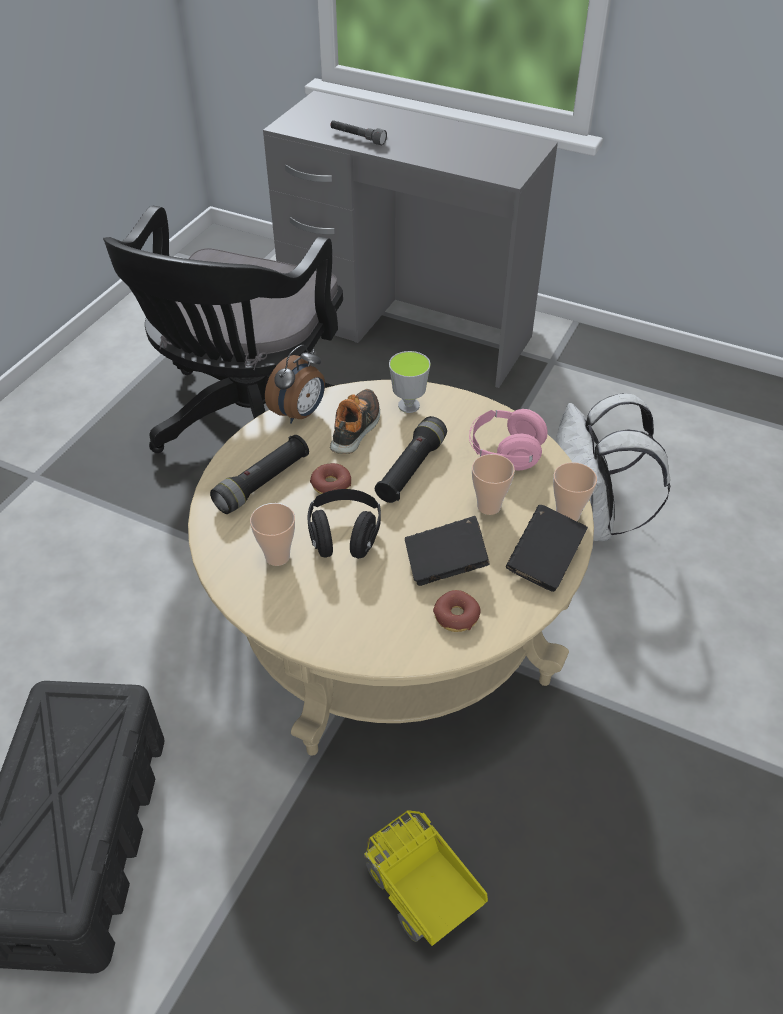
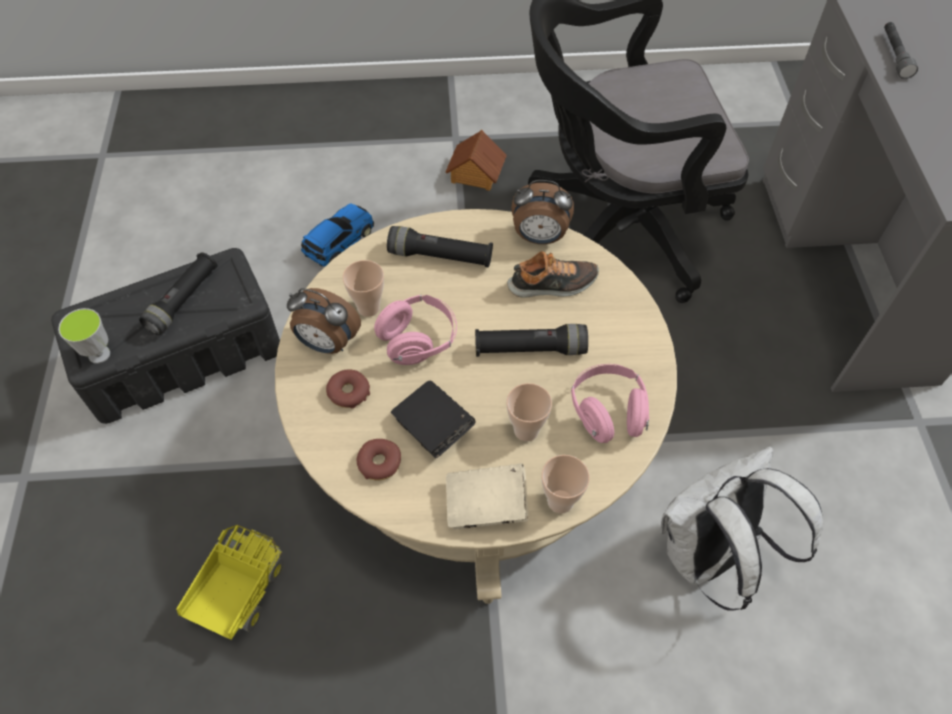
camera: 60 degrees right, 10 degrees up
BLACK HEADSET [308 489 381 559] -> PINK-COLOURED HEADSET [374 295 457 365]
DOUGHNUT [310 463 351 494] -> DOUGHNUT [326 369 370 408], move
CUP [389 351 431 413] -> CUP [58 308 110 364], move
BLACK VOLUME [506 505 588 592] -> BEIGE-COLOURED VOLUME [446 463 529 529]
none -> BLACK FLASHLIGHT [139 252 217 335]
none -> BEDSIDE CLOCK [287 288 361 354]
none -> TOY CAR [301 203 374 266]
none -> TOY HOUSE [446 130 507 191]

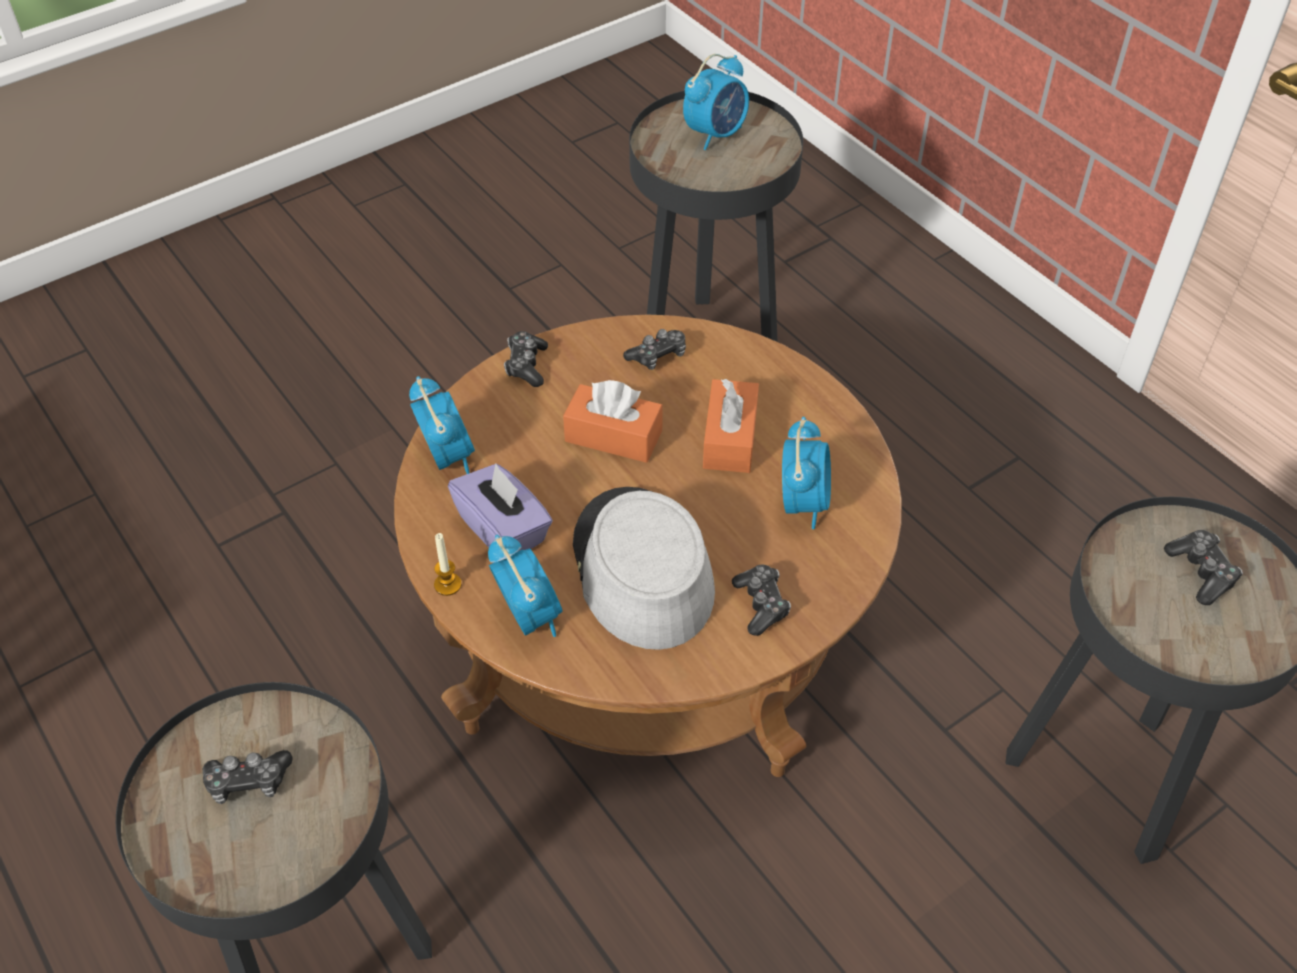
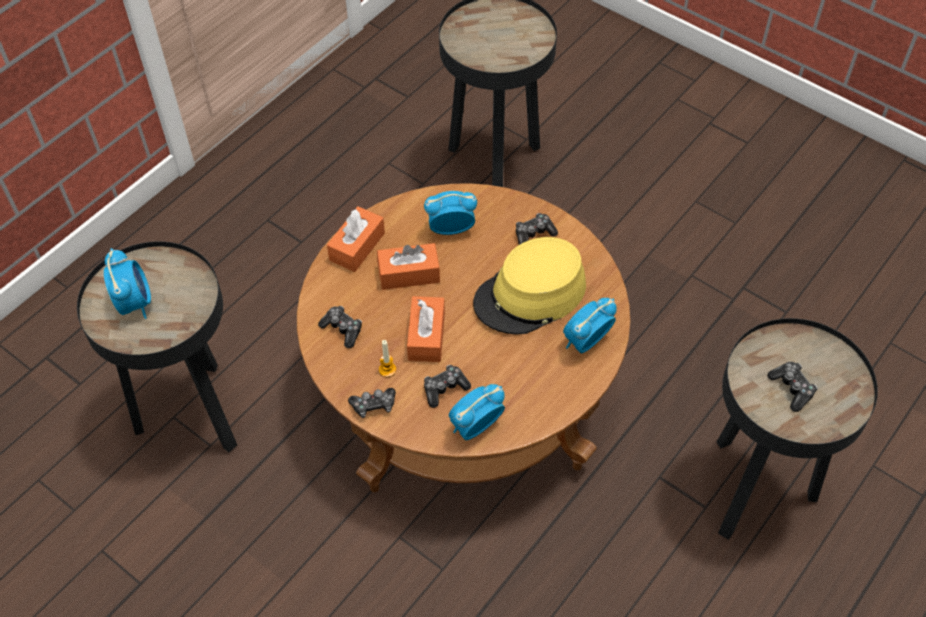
camera: 105 degrees left, 5 degrees up
WAX CANDLE [434 533 461 596] -> WAX CANDLE [379 340 396 377], move
PURPLE-COLOURED BOX OF TISSUES [448 464 553 552] -> none
GRAY CLOTHING HAT [573 487 715 650] -> YELLOW-COLOURED CLOTHING HAT [473 237 586 335]
BEDSIDE CLOCK [683 54 749 150] -> BEDSIDE CLOCK [104 248 151 319], 45 degrees clockwise
GAME CONTROLLER [1164 530 1243 605] -> GAME CONTROLLER [424 365 471 408], move
none -> ORANGE BOX OF TISSUES [327 206 385 272]

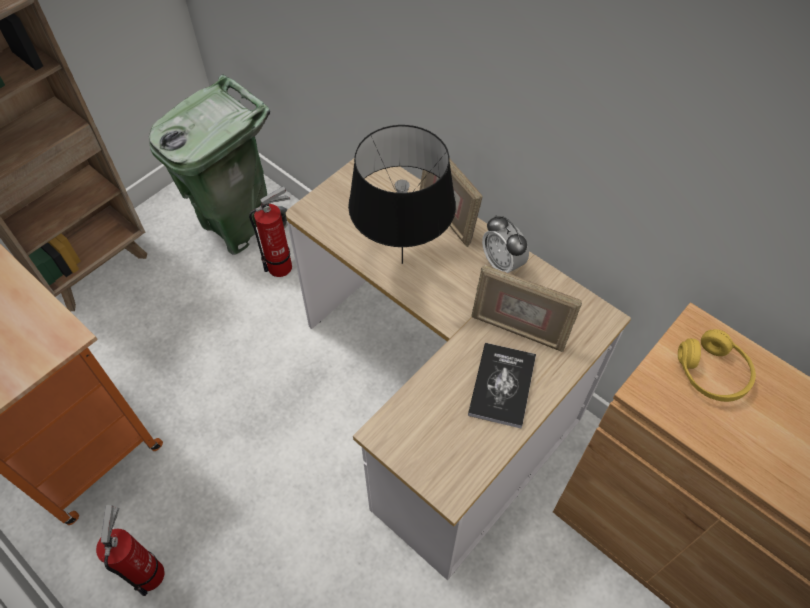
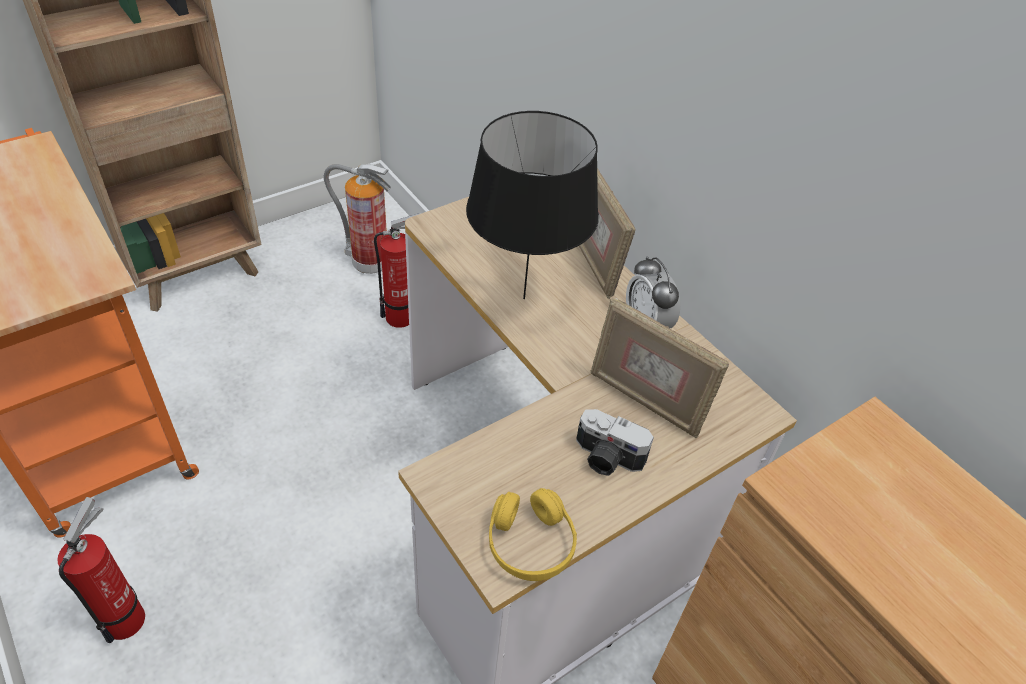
camera: 10 degrees right, 10 degrees down
GREENISH RUBBISH BIN [149 74 288 255] -> EXTINGUISHER [324 164 391 274]
VOLUME [468 343 536 429] -> STILL CAMERA [576 409 654 476]
YELLOW-COLOURED HEADSET [678 329 756 402] -> YELLOW-COLOURED HEADSET [489 488 577 581], move

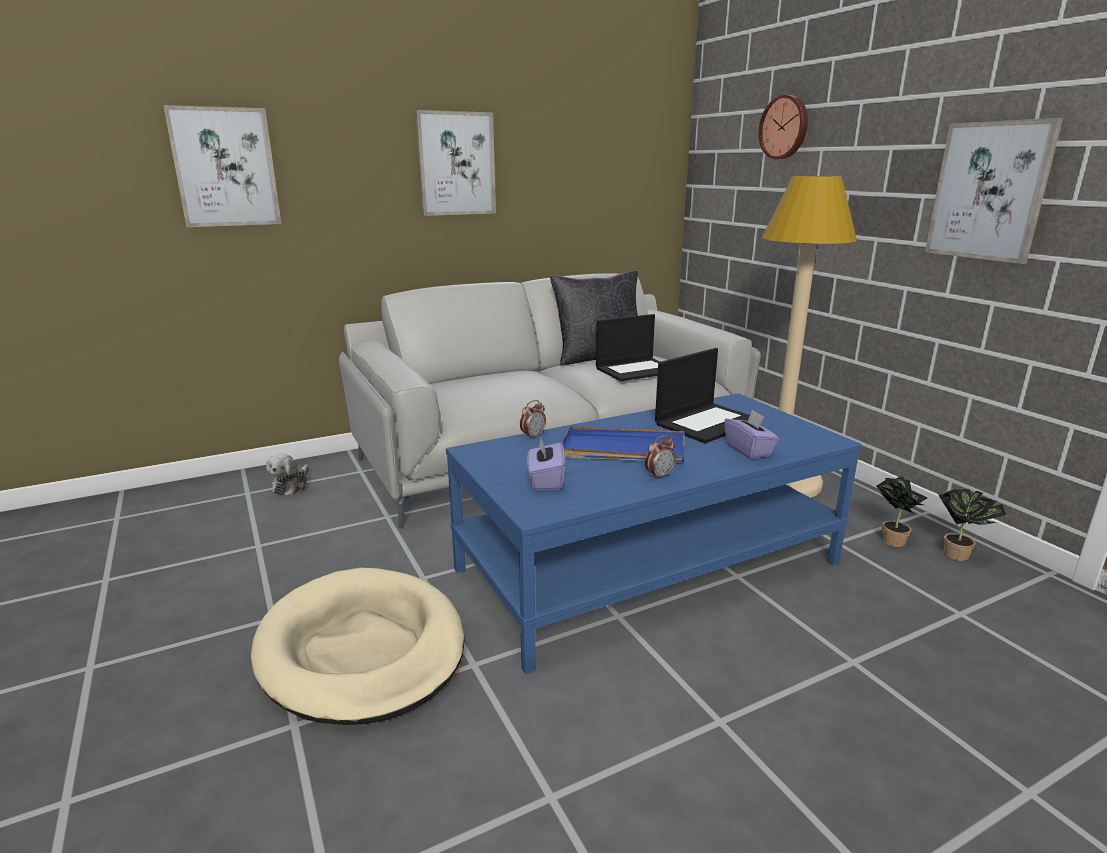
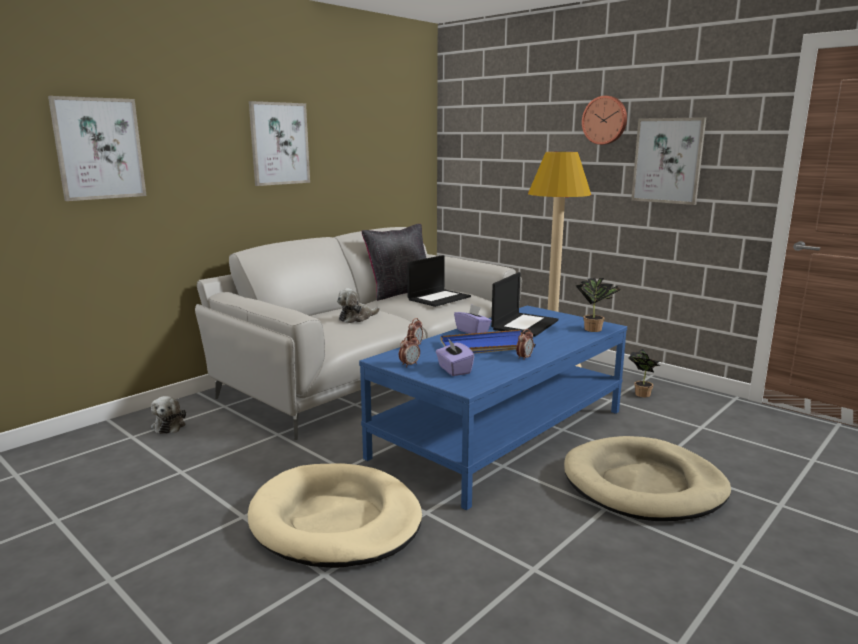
camera: 20 degrees left, 5 degrees down
PURPLE-COLOURED BOX OF TISSUES [724 409 779 459] -> PURPLE-COLOURED BOX OF TISSUES [454 304 492 334], move
WALL CLOCK [758 95 808 159] -> WALL CLOCK [582 96 627 145], move
HOUSEPLANT [939 489 1006 561] -> HOUSEPLANT [576 278 621 332], move
none -> PLUSH TOY [337 288 380 323]
none -> BEDSIDE CLOCK [399 335 420 367]
none -> BEIGE-COLOURED PET BED [564 436 731 521]

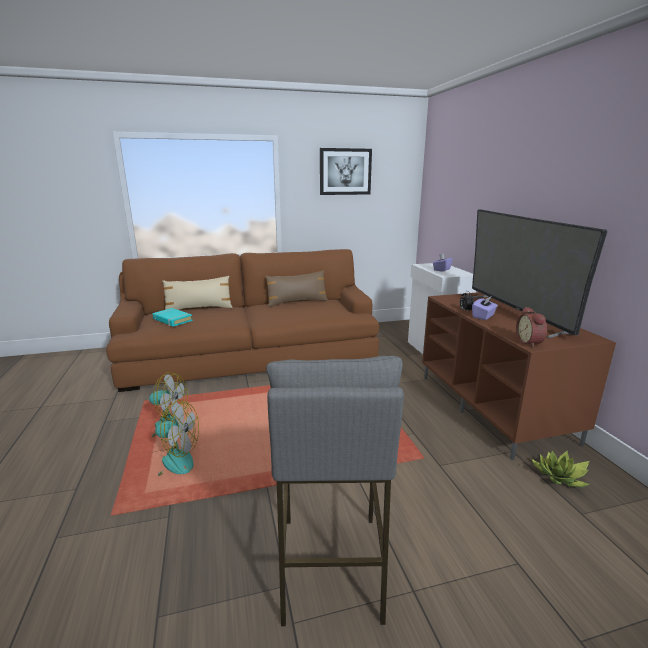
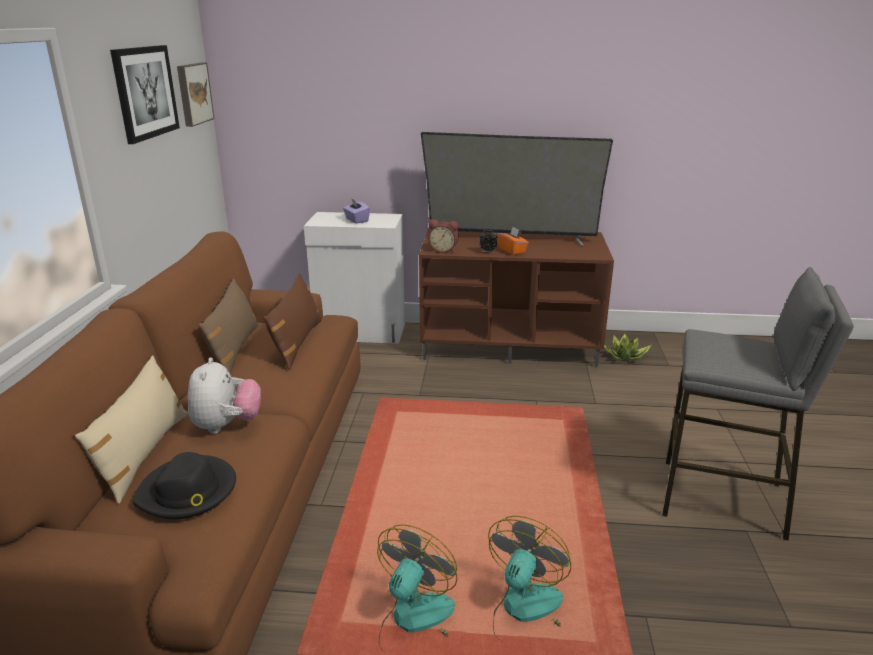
camera: 70 degrees left, 5 degrees up
TURQUOISE-COLOURED VOLUME [153 308 193 327] -> BLACK CLOTHING HAT [133 452 236 519]
PURPLE-COLOURED BOX OF TISSUES [472 297 498 320] -> ORANGE BOX OF TISSUES [497 227 529 255]
BEDSIDE CLOCK [516 307 547 348] -> BEDSIDE CLOCK [428 219 459 253], move
none -> WALL PICTURE [177 63 215 127]
none -> PLUSH TOY [188 357 261 434]
none -> BROWN PILLOW [264 273 322 370]

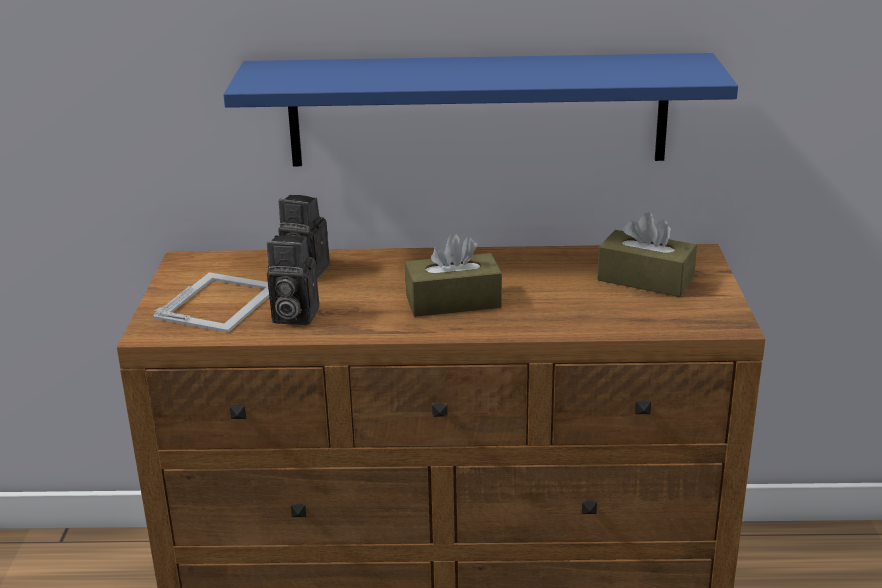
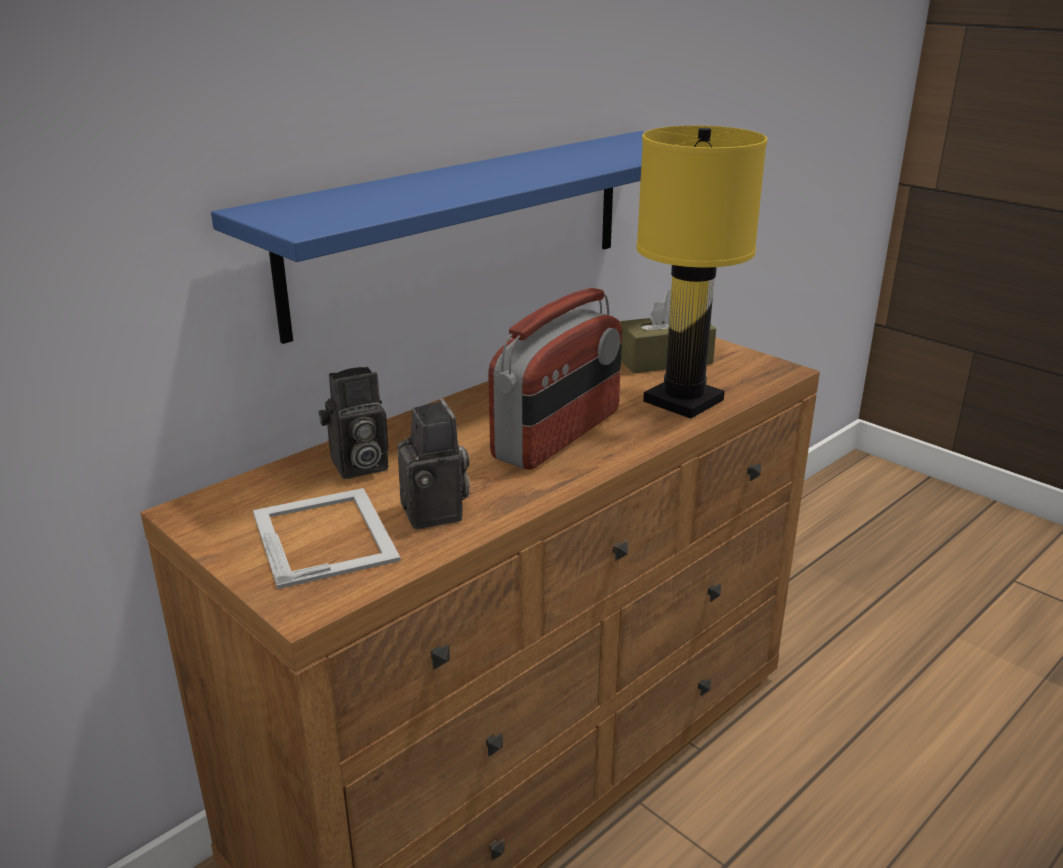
camera: 45 degrees left, 0 degrees up
STILL CAMERA [267 235 319 325] -> STILL CAMERA [397 399 470 530], 75 degrees counterclockwise
BROWN BOX OF TISSUES [405 233 502 317] -> RADIO [488 288 622 470]
none -> YELLOW-COLOURED TABLETOP LAMP [636 126 767 419]

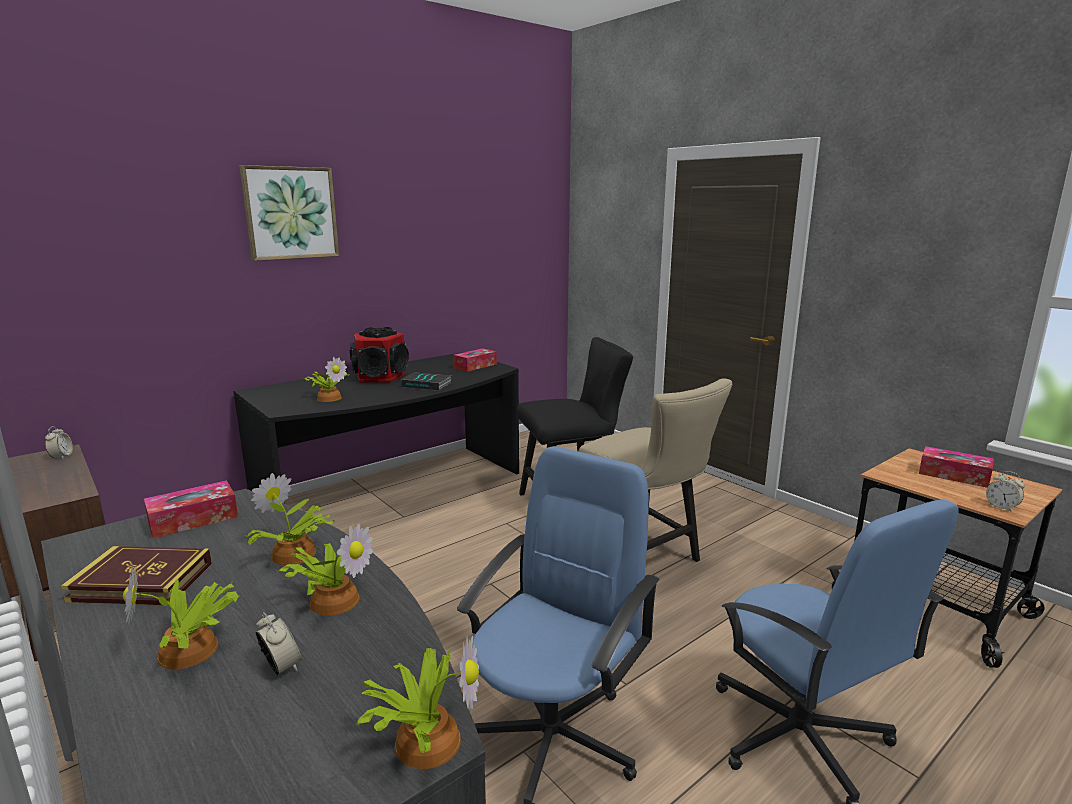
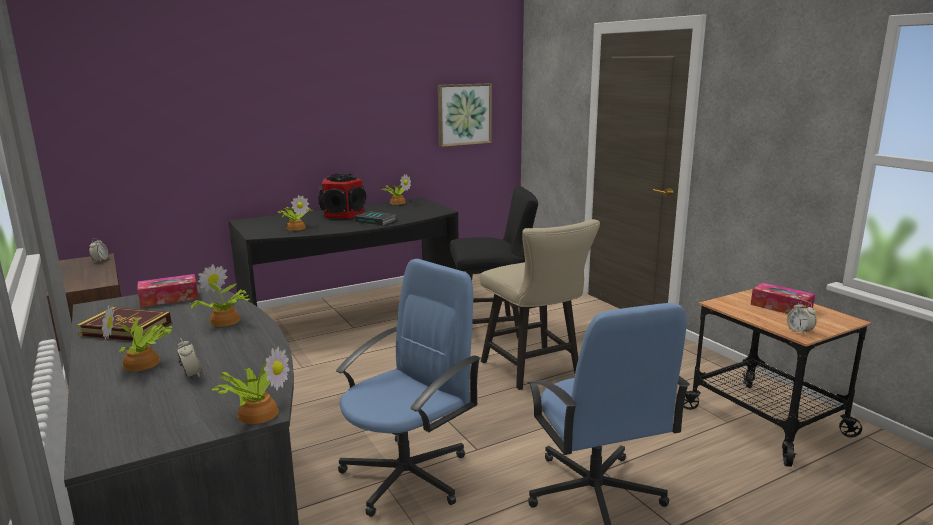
camera: 10 degrees right, 0 degrees up
WALL PICTURE [240 165 339 261] -> WALL PICTURE [438 83 492 147], move
HOUSEPLANT [277 524 373 616] -> HOUSEPLANT [381 174 411 205], move
BOX OF TISSUES [453 348 497 372] -> none

